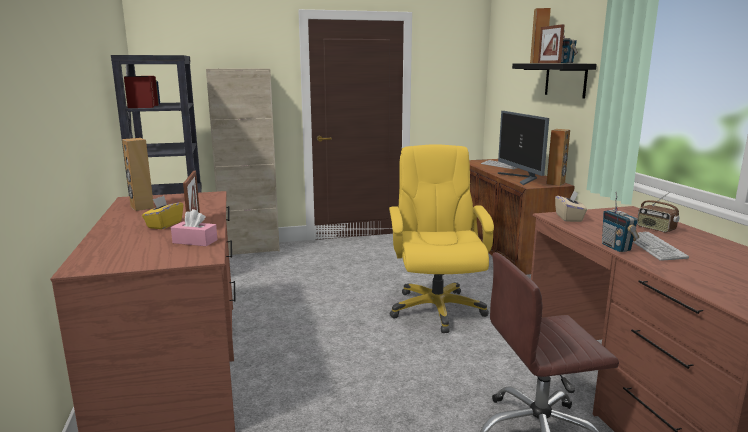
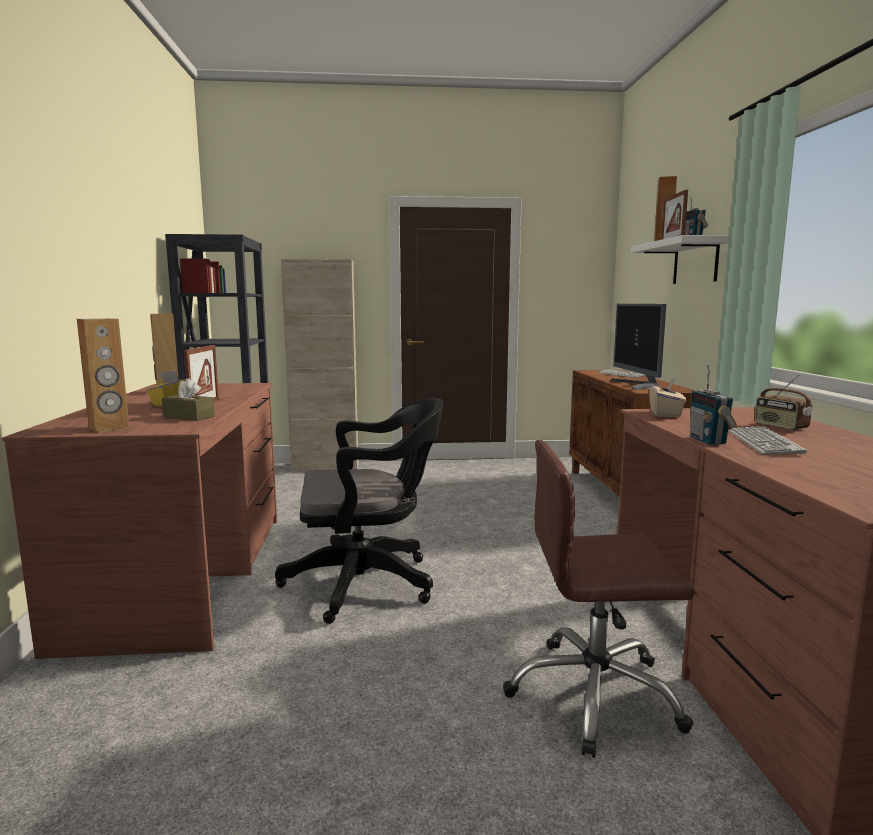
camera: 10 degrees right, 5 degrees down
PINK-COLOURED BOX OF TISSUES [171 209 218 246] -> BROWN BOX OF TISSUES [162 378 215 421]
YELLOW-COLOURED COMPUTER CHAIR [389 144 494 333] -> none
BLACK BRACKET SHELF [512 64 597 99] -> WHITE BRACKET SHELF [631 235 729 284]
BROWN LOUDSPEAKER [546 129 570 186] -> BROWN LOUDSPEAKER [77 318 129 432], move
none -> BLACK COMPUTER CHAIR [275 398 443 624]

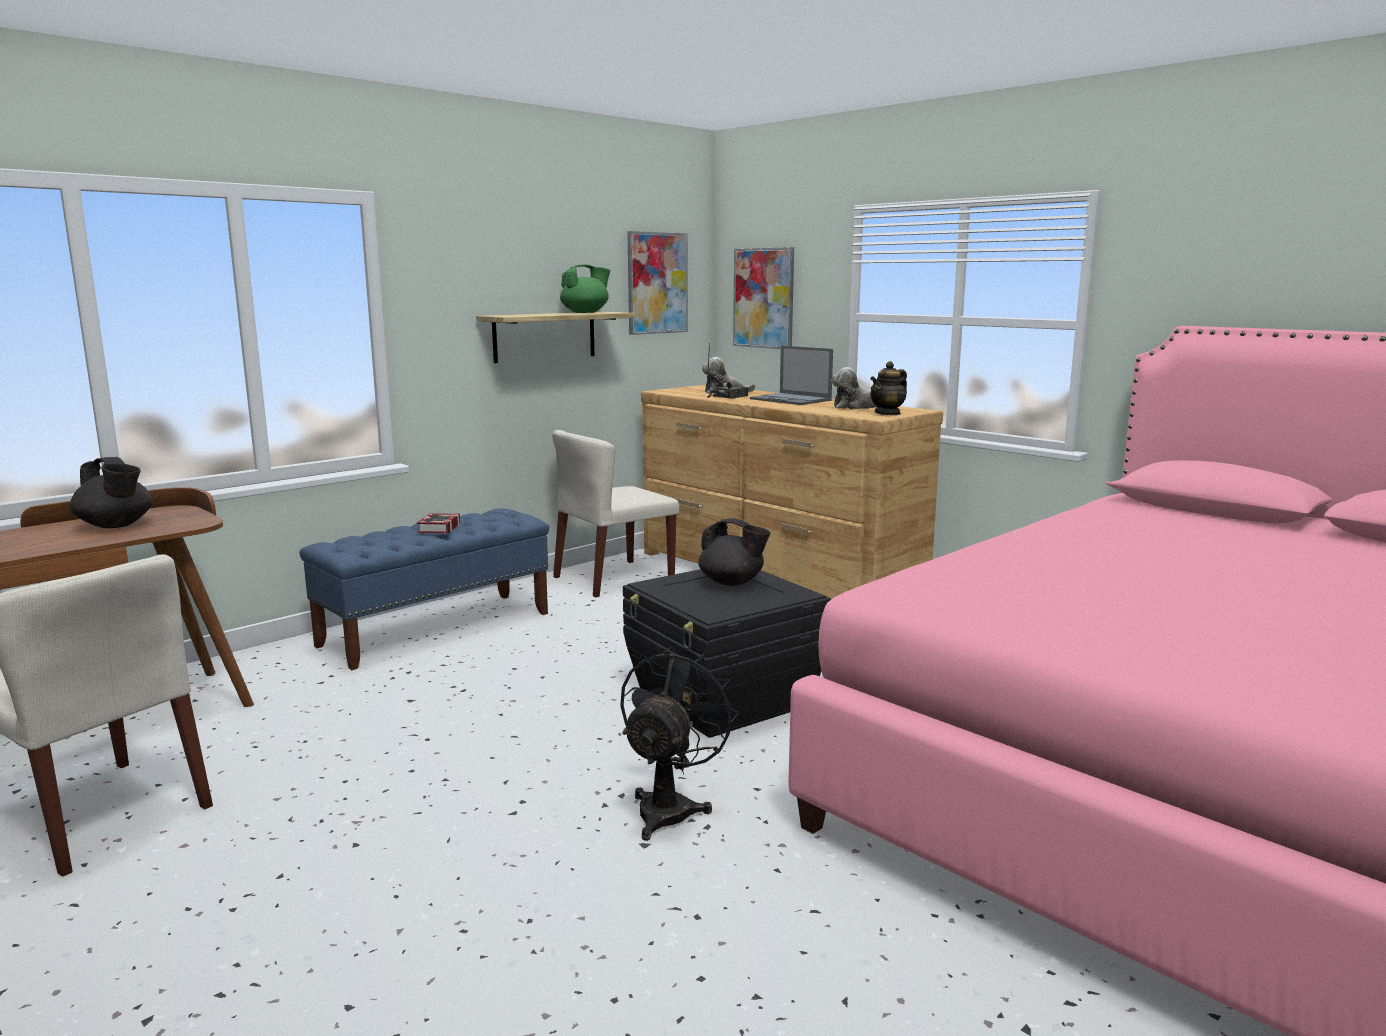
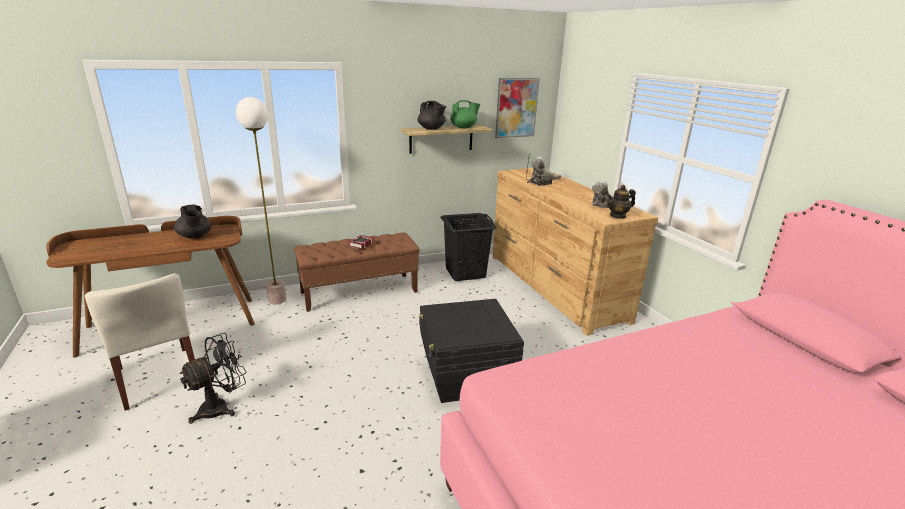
camera: 20 degrees right, 10 degrees up
BLUE LONG SEAT [299 508 549 670] -> BROWN LONG SEAT [294 233 420 312]
BEIGE-COLOURED UPRIGHT CHAIR [552 430 679 598] -> BLACK HAMPER [440 213 497 281]
BLACK FAN [620 646 739 841] -> BLACK FAN [179 333 246 424], move
BLACK TEA POT [698 518 771 586] -> BLACK TEA POT [418 101 446 130], move
WALL PICTURE [733 247 794 349] -> none
PORTABLE COMPUTER [750 346 833 405] -> none
none -> STANDARD LAMP [236 97 286 304]

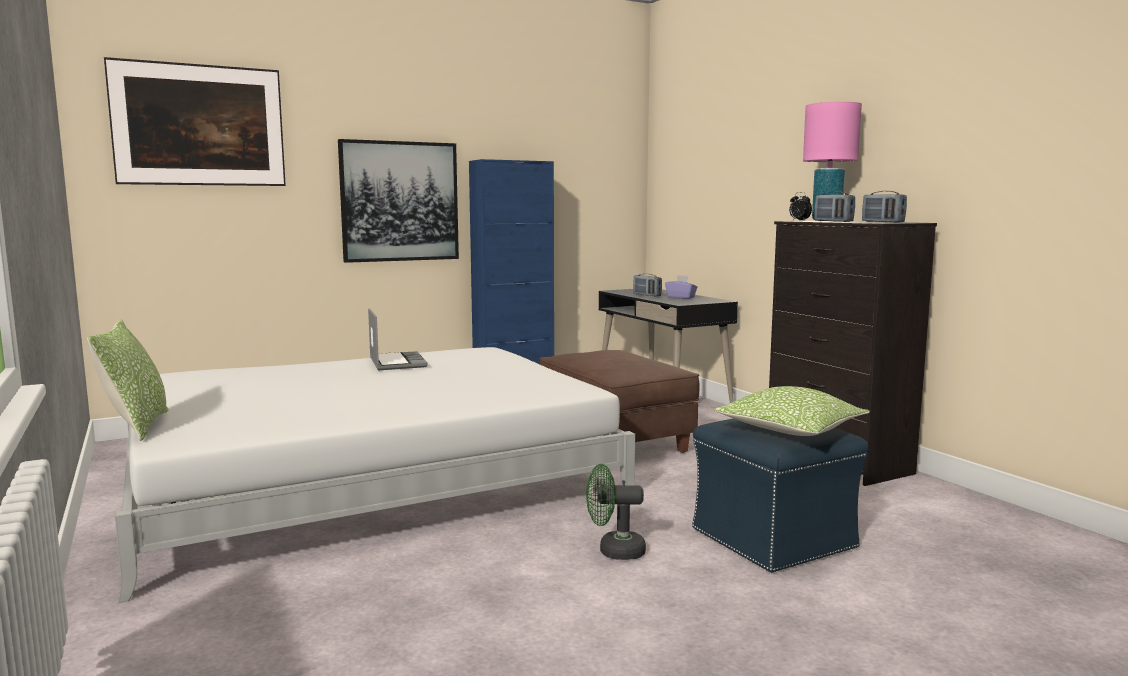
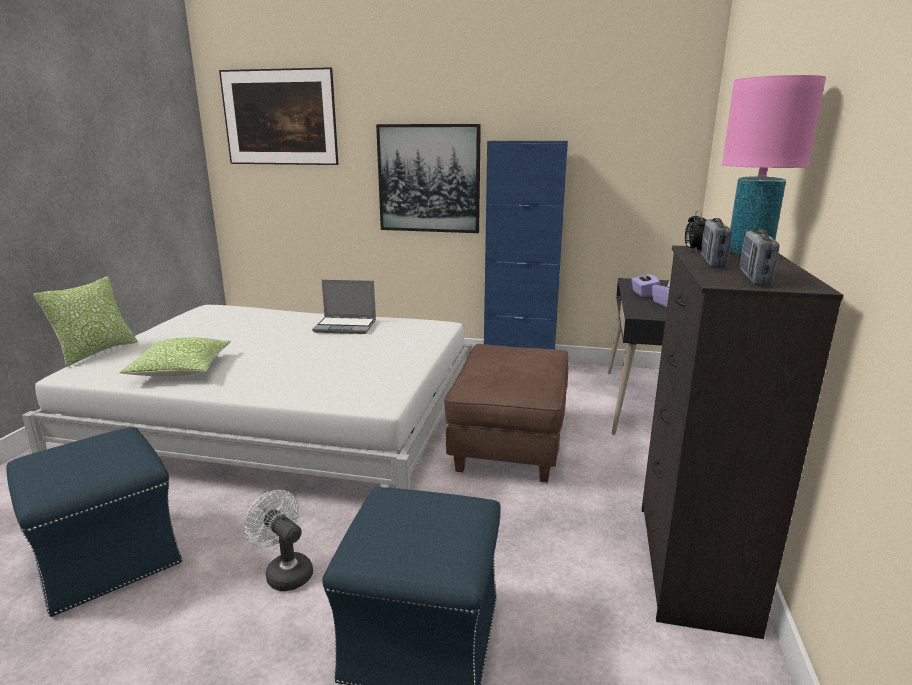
camera: 40 degrees right, 10 degrees up
PORTABLE COMPUTER [368 308 428 370] -> PORTABLE COMPUTER [312 280 376 334], 75 degrees clockwise
GREENISH FAN [586 464 646 560] -> WHITE FAN [244 490 313 591]
RADIO [633 274 662 296] -> PURPLE-COLOURED BOX OF TISSUES [631 270 660 297]
PILLOW [714 386 870 436] -> PILLOW [119 337 231 376], move
none -> BLUE OTTOMAN [6 427 182 617]

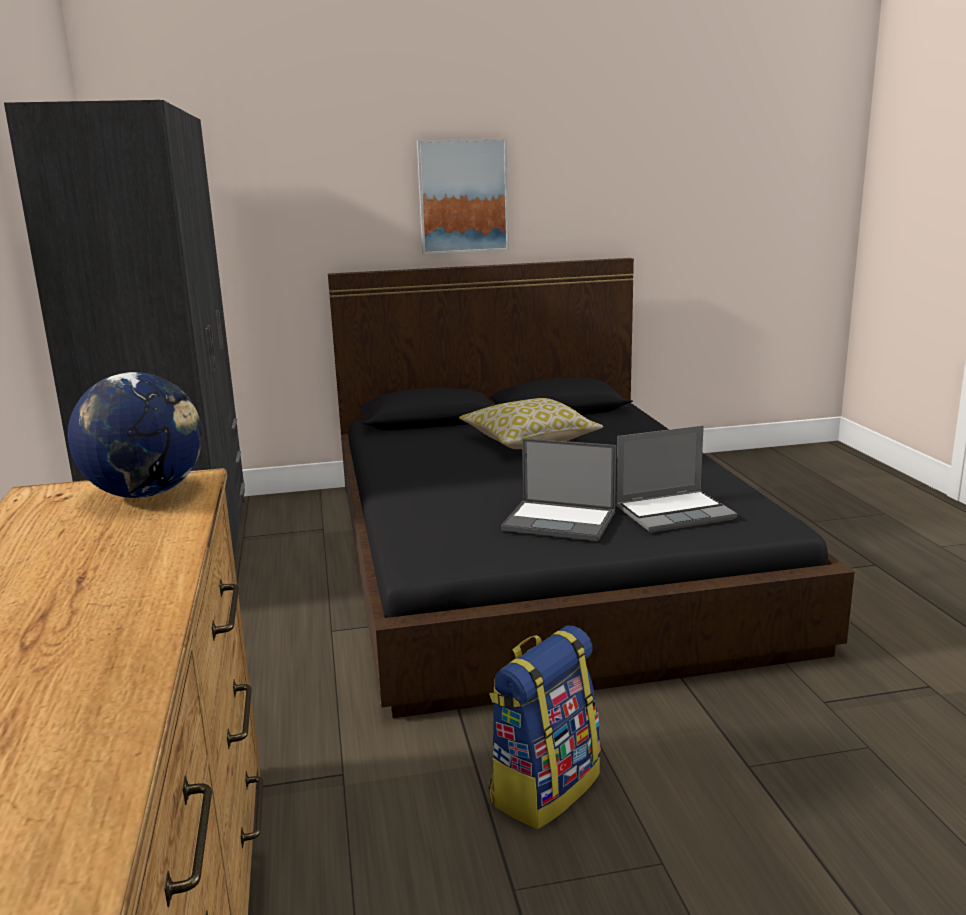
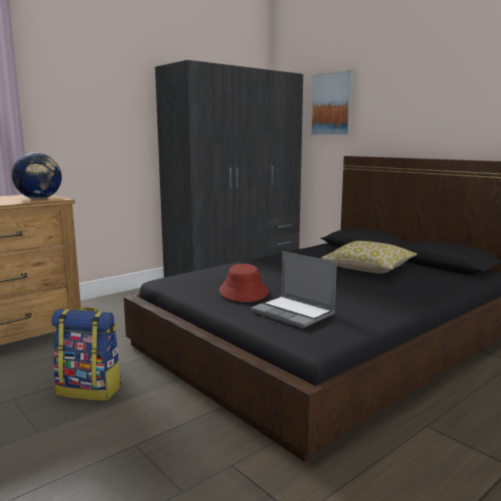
camera: 60 degrees right, 5 degrees down
WALL PICTURE [417 138 509 254] -> WALL PICTURE [310 70 354 136], move
PORTABLE COMPUTER [501 438 616 541] -> RED-COLOURED CLOTHING HAT [219 264 268 302]

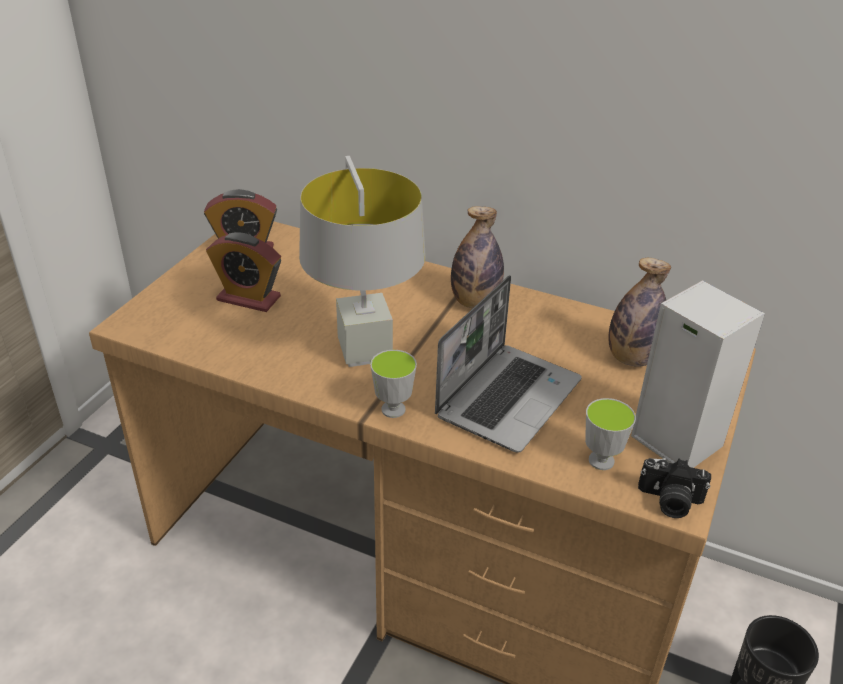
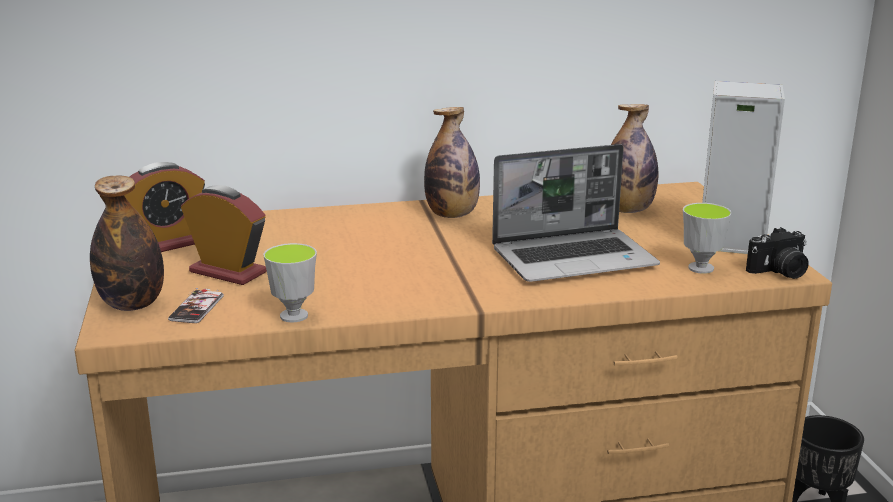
camera: 35 degrees left, 15 degrees down
BEDSIDE CLOCK [206 232 281 312] -> BEDSIDE CLOCK [181 185 267 285], 135 degrees counterclockwise
GRAY TABLETOP LAMP [299 156 426 367] -> none
CUP [370 350 417 418] -> CUP [263 243 317 322], move
PORTABLE COMPUTER [435 275 582 453] -> PORTABLE COMPUTER [492 144 660 282], 75 degrees clockwise
none -> DRINK BOTTLE [90 176 164 311]
none -> HANDSET [168 288 224 323]

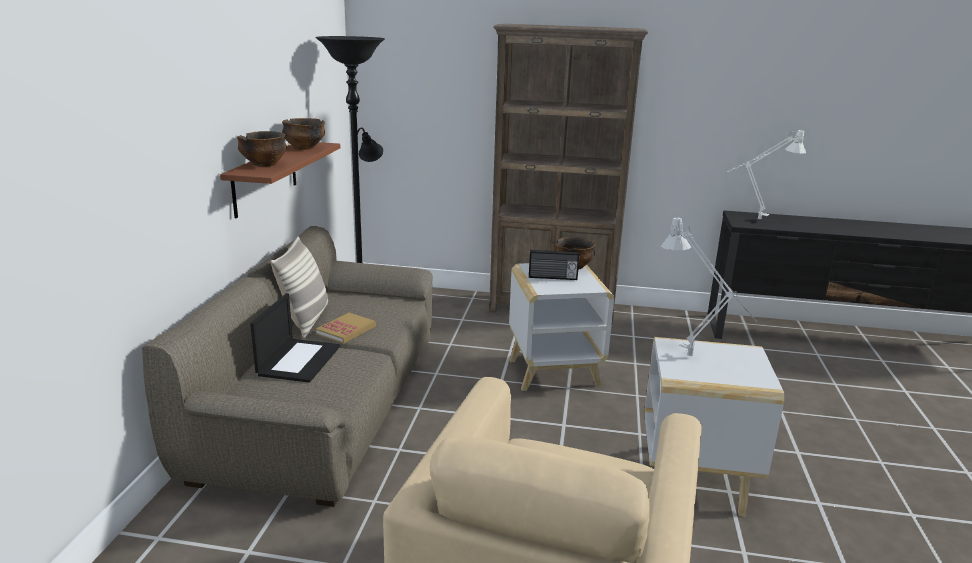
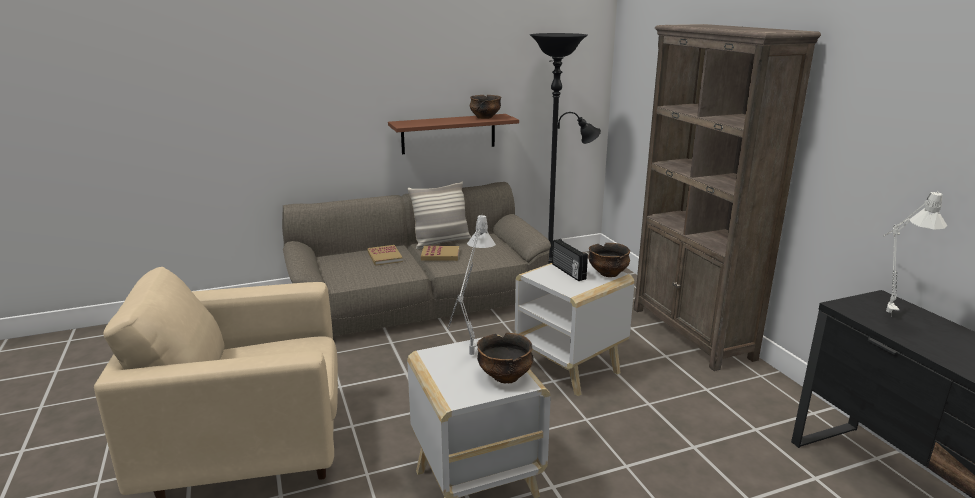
camera: 60 degrees right, 0 degrees up
DEEP DISH [237 131 287 167] -> DEEP DISH [477 333 533 383], move
PORTABLE COMPUTER [250 293 340 383] -> VOLUME [368 245 403 266]

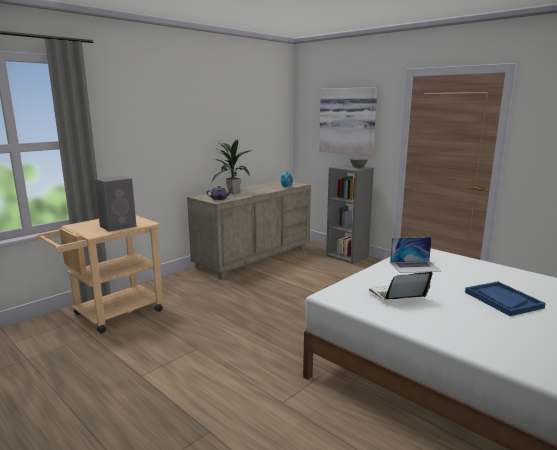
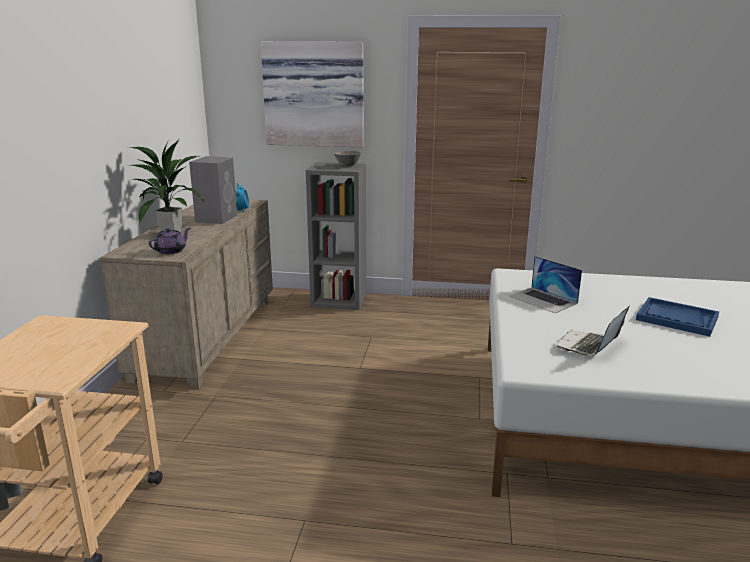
camera: 35 degrees left, 5 degrees up
GRAY LOUDSPEAKER [94 175 137 232] -> GRAY LOUDSPEAKER [189 156 238 224], move
PORTABLE COMPUTER [390 237 441 273] -> PORTABLE COMPUTER [509 256 582 313], 90 degrees clockwise

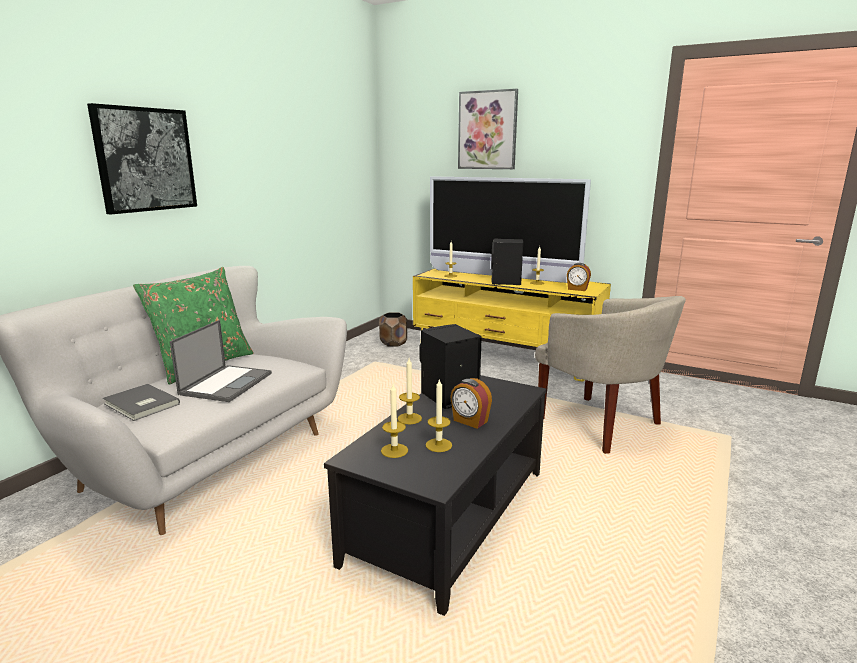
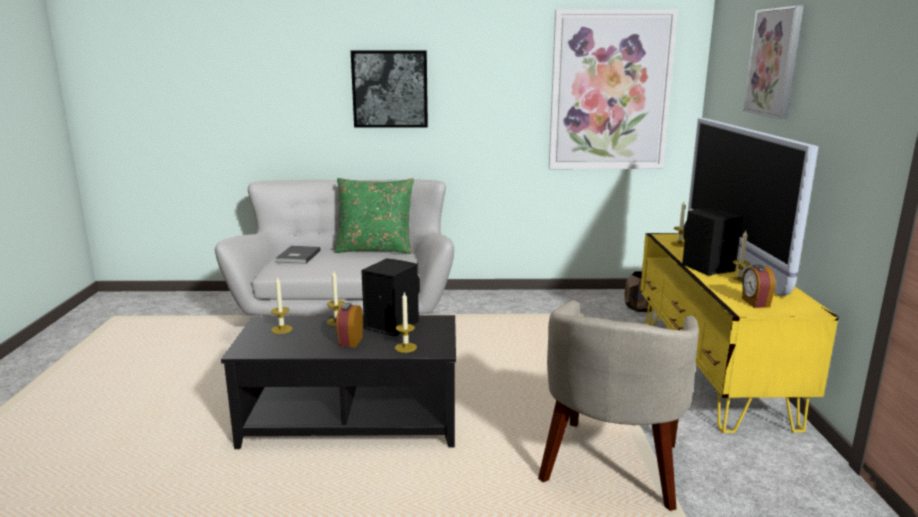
camera: 60 degrees right, 0 degrees up
PORTABLE COMPUTER [170 320 272 402] -> none
WAX CANDLE [426 378 452 452] -> WAX CANDLE [395 291 417 353], move
none -> WALL PICTURE [549 9 678 169]

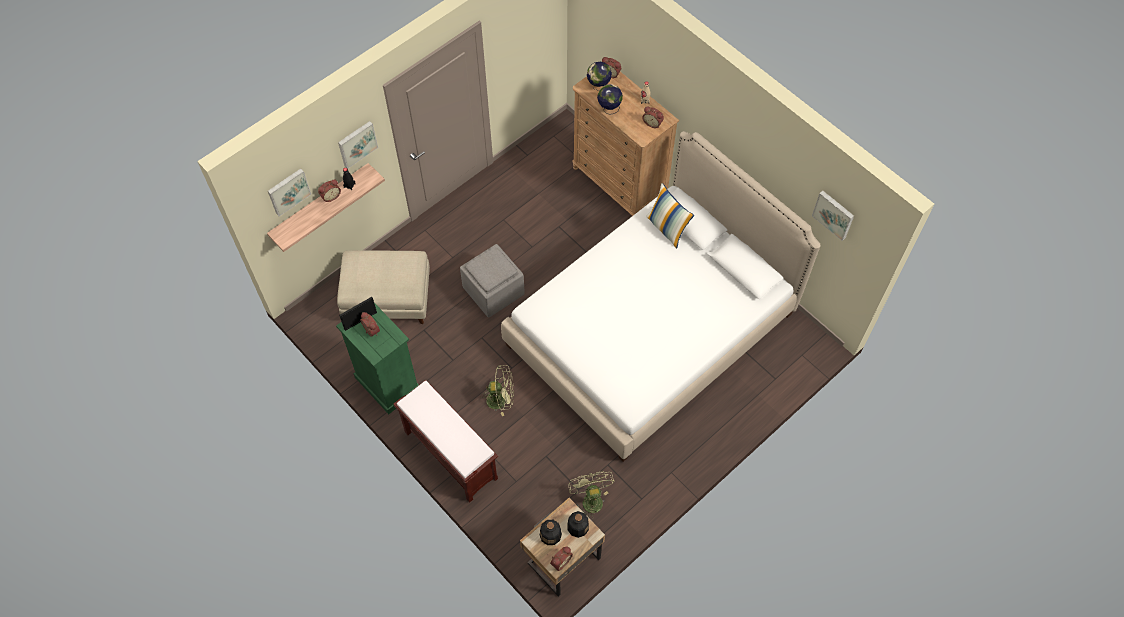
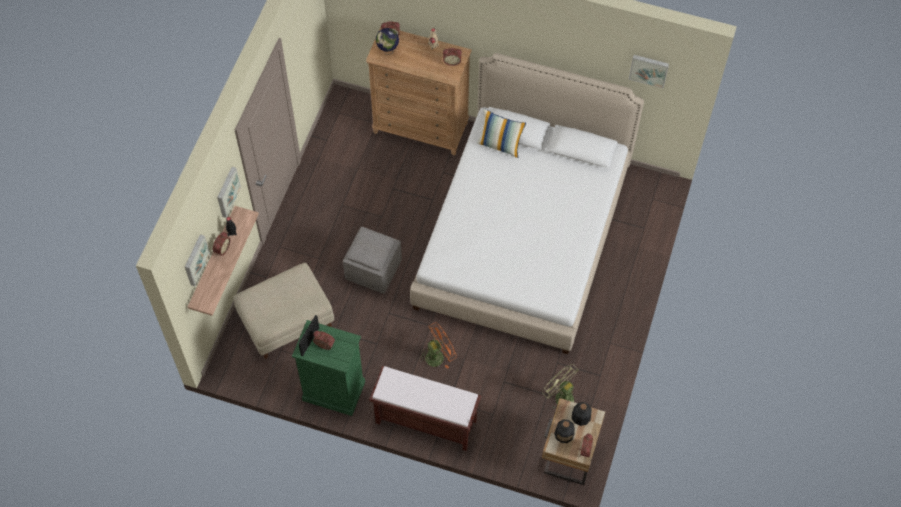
camera: 30 degrees left, 0 degrees up
GREENISH FAN [481 365 514 416] -> ORANGE FAN [419 322 457 369]
GLOBE [597 84 623 115] -> none

